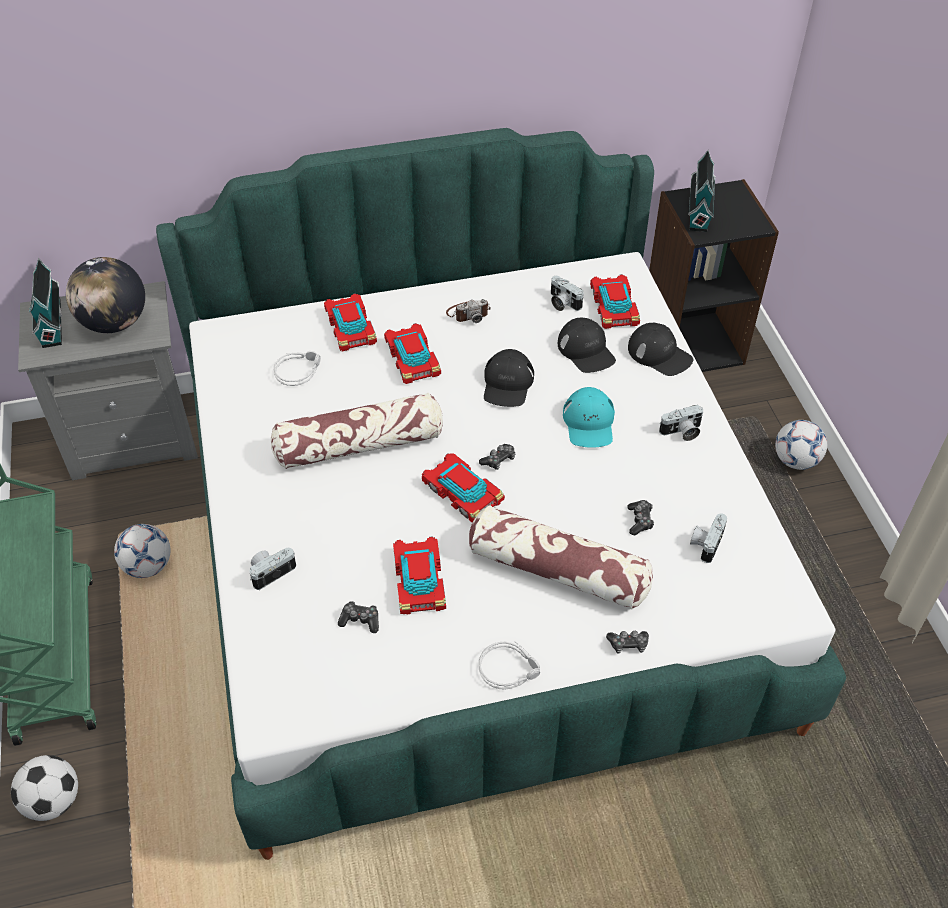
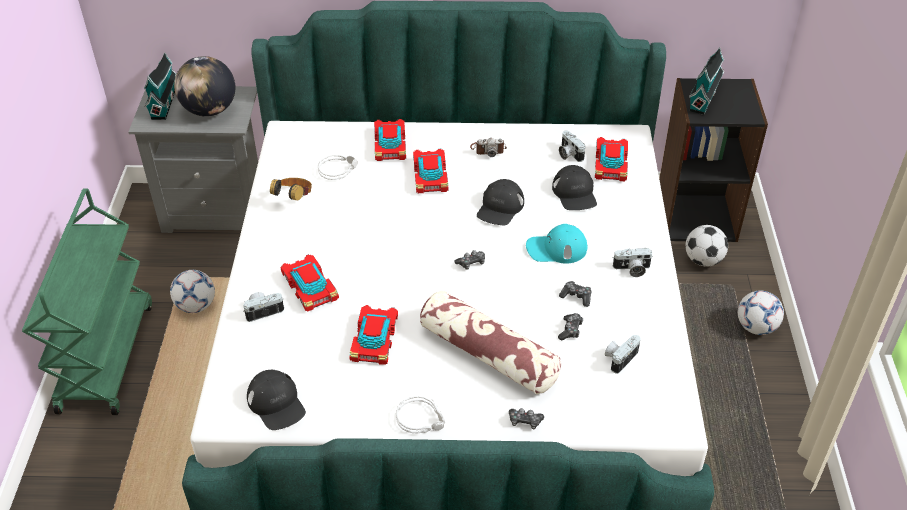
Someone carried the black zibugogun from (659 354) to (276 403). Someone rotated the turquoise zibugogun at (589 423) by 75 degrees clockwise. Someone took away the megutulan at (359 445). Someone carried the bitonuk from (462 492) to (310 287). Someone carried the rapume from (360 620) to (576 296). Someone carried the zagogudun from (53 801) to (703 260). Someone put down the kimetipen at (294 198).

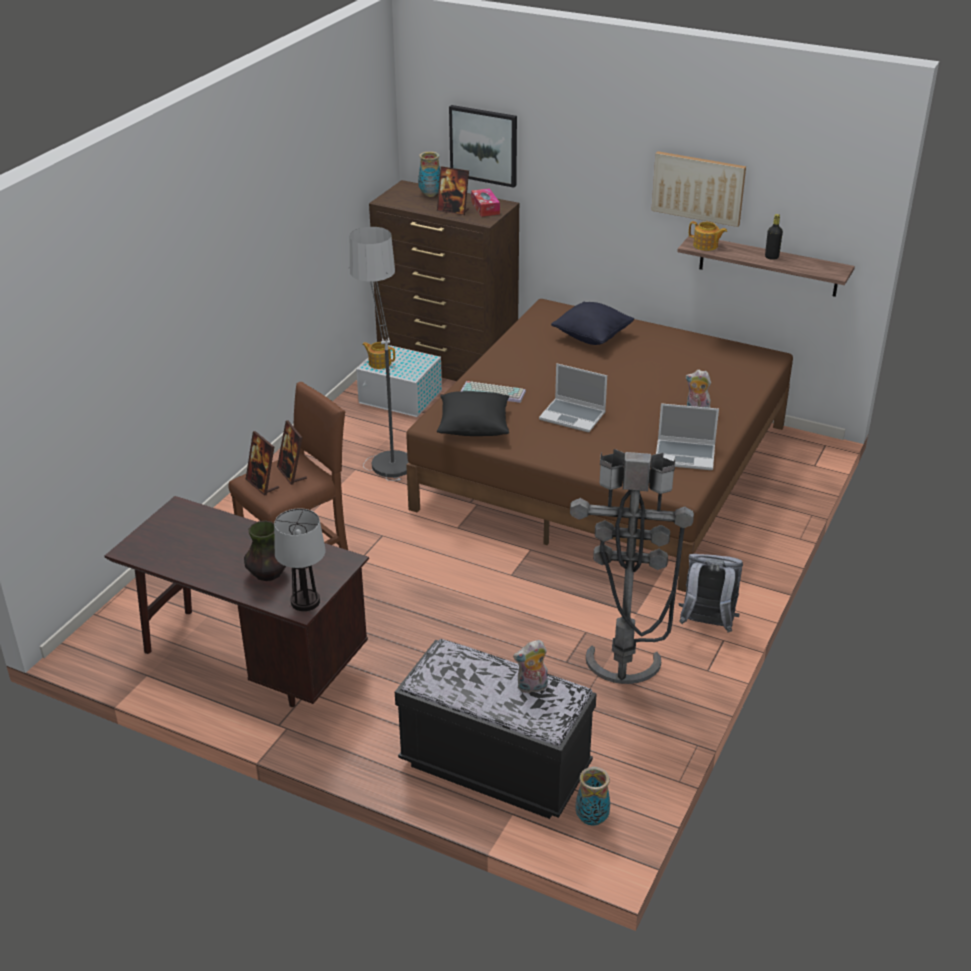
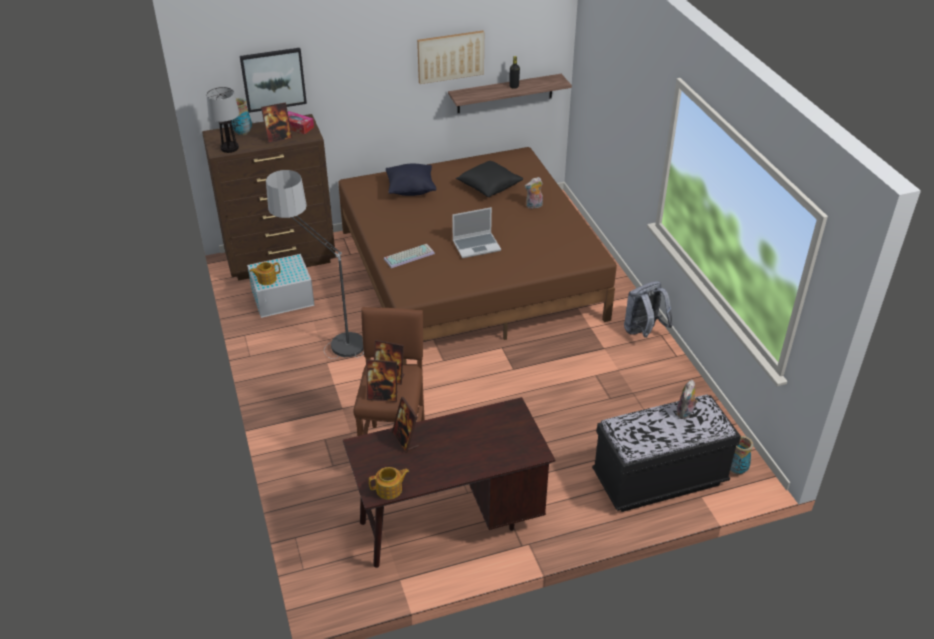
Someone carried the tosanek from (706 245) to (389 489). Someone carried the black megutulan from (474 426) to (489 187). Someone took away the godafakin at (685 455). Someone took away the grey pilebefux at (622 676). Someone carried the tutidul from (305 601) to (229 148). Someone took away the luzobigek at (268 574). Someone put down the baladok at (405 440).

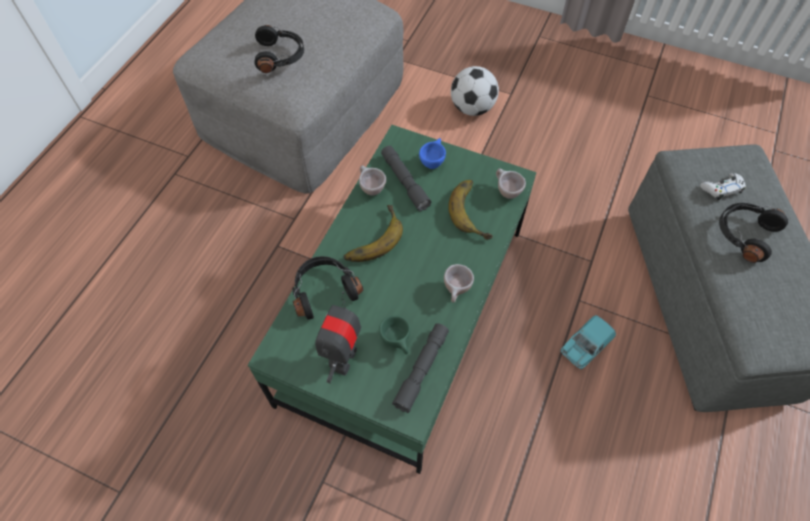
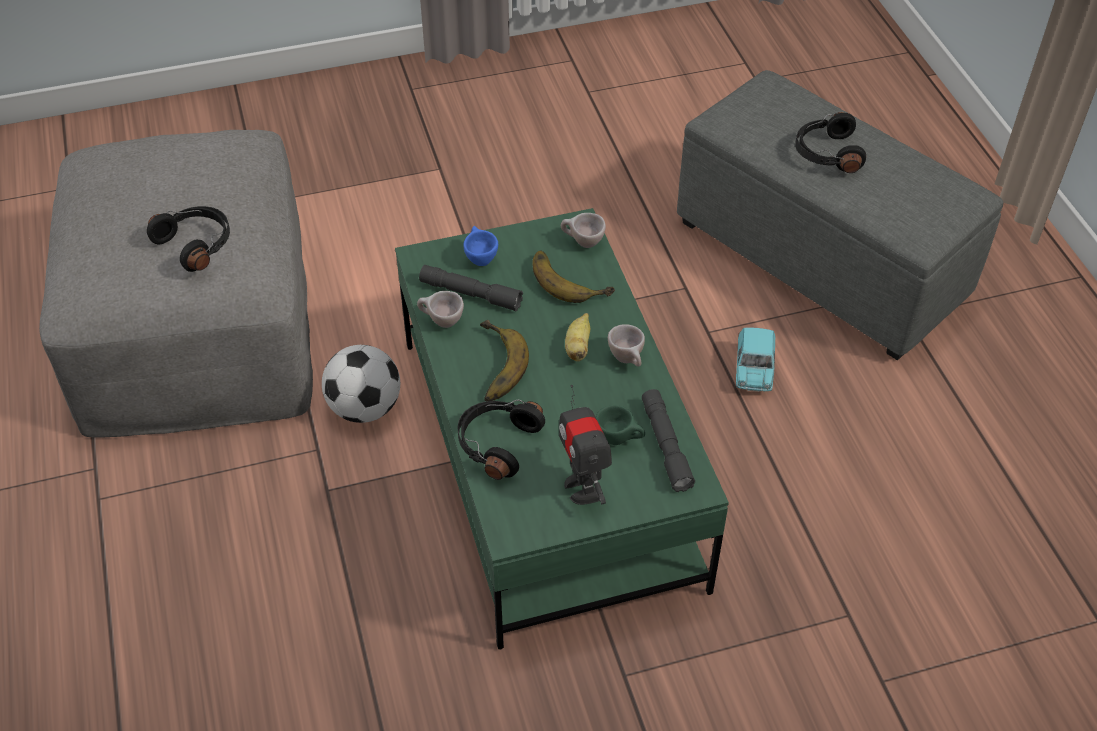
Someone carried the zagogudun from (472 108) to (365 408). Someone took away the white rapume at (721 189). Someone put down the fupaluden at (578 347).

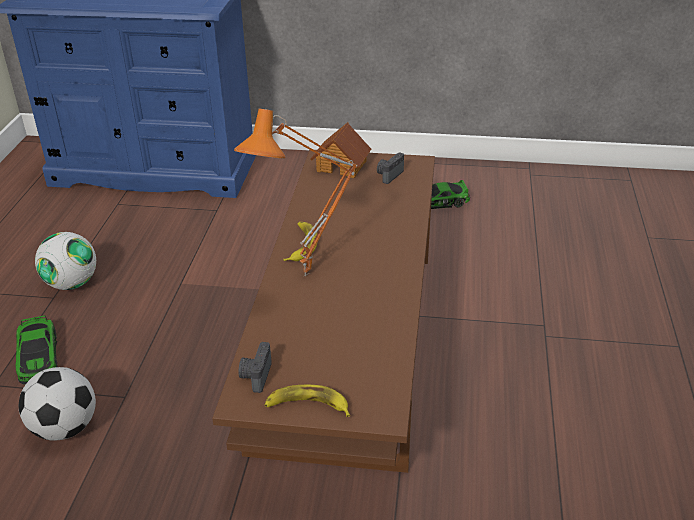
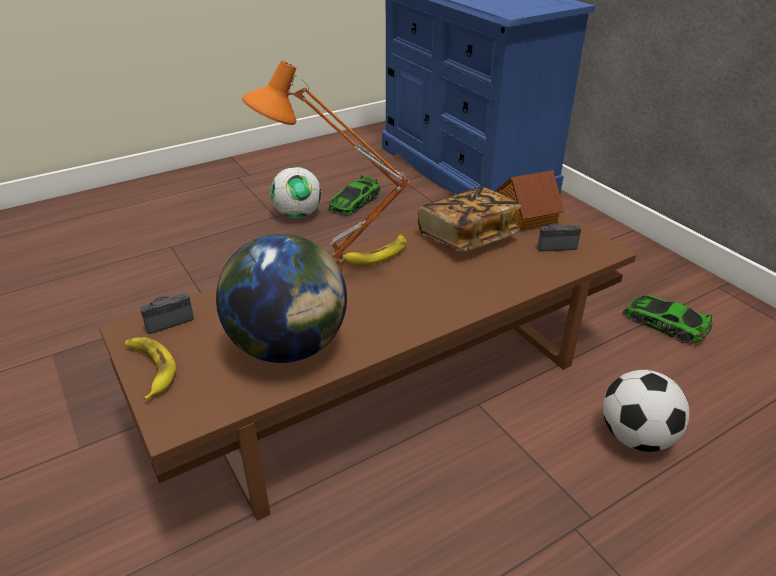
Someone carried the bitonuk from (38 356) to (354 202). Someone carried the zagogudun from (65 428) to (636 437). Someone put down the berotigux at (467 237). Someone put down the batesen at (289 346).

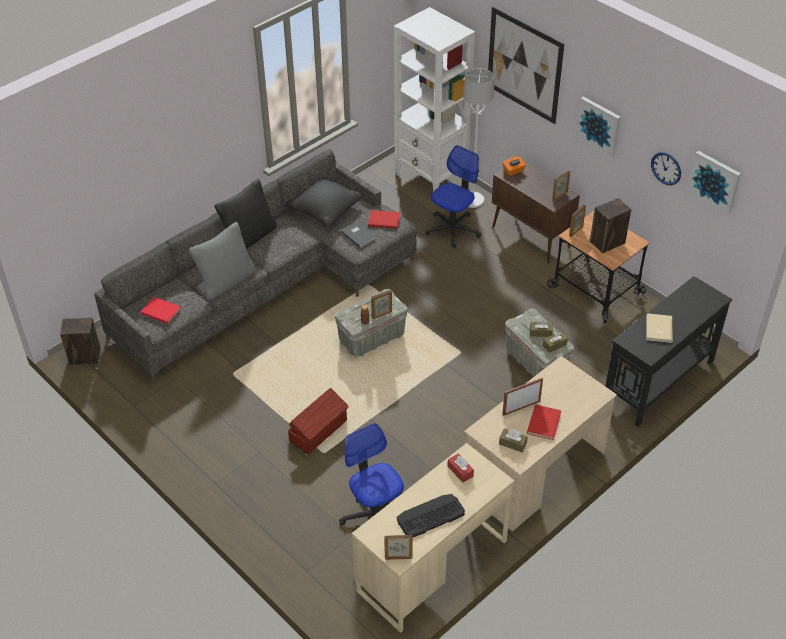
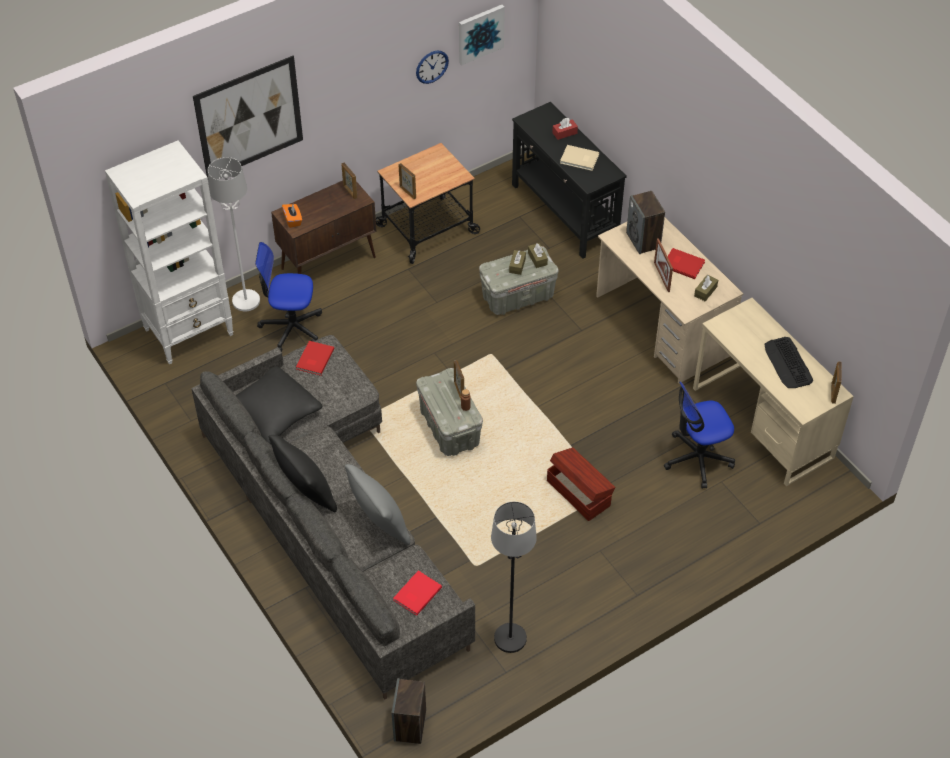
Someone took away the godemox at (599 125). Someone rotated the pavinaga at (453 229) by 45 degrees counterclockwise. Someone carried the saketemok from (607 243) to (643 240). Someone took away the grey berotigux at (359 235). Someone carried the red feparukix from (460 471) to (564 133). Someone put down the black pilebefux at (510 639).

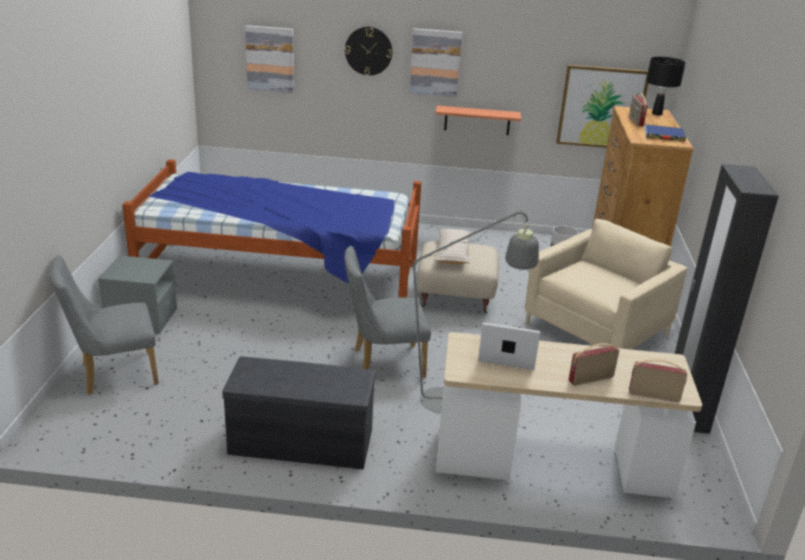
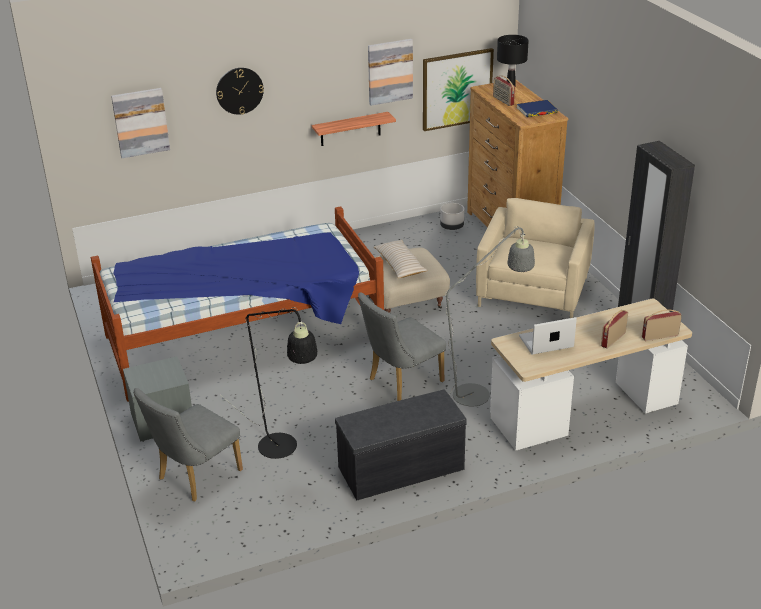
Someone carried the godemox from (435 62) to (390 71). Someone put down the black pilebefux at (283 450).

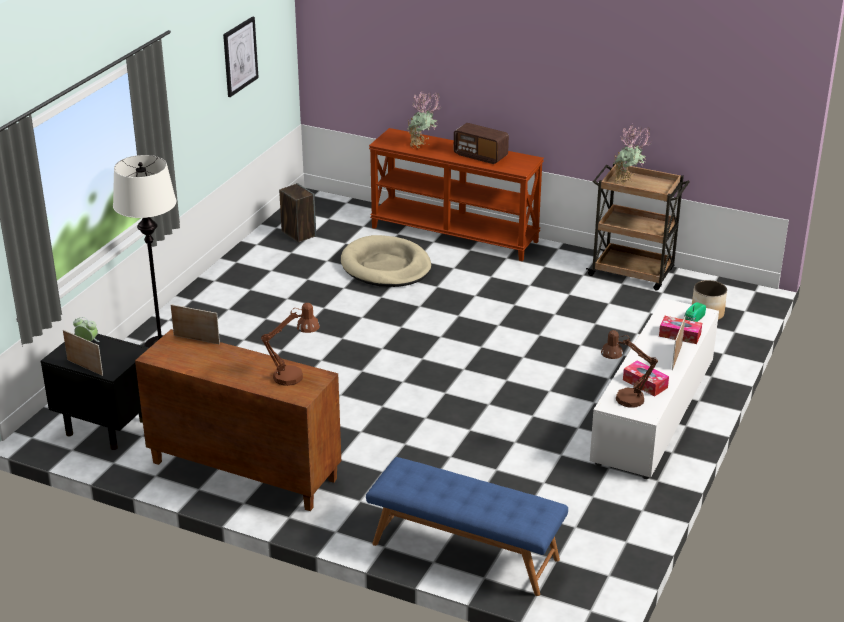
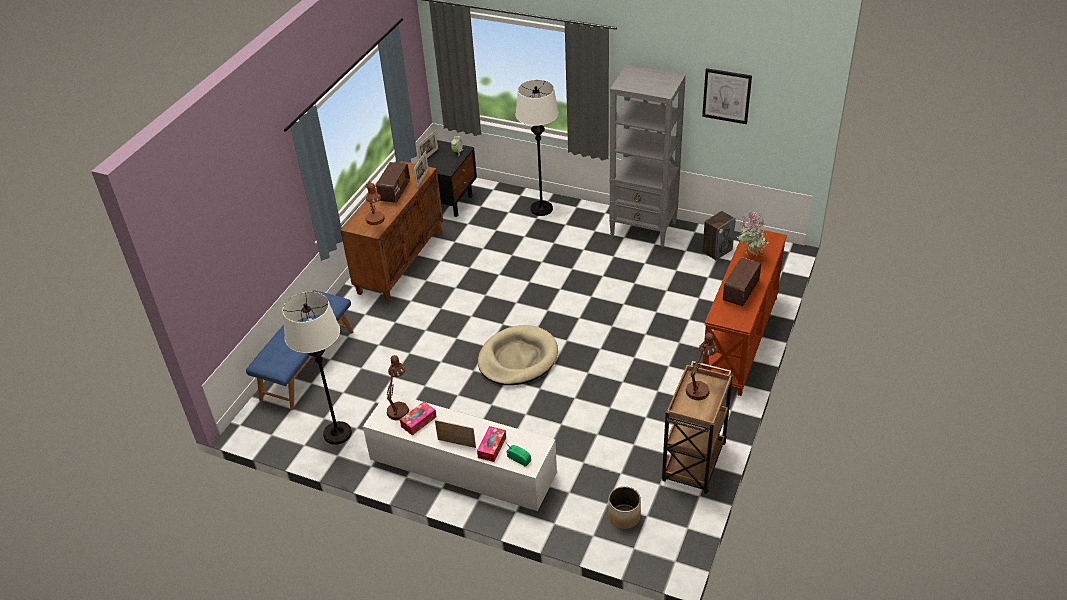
Someone swapped the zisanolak at (628 183) for the brown tutidul at (699 388). Someone carried the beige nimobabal from (386 266) to (517 358). Someone put down the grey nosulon at (644 229). Someone put down the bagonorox at (394 192). Someone put down the white pilebefux at (337 433).

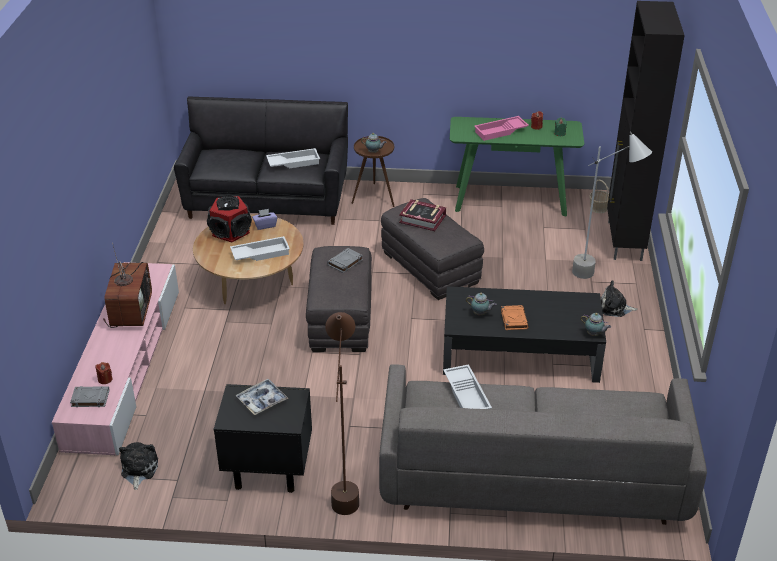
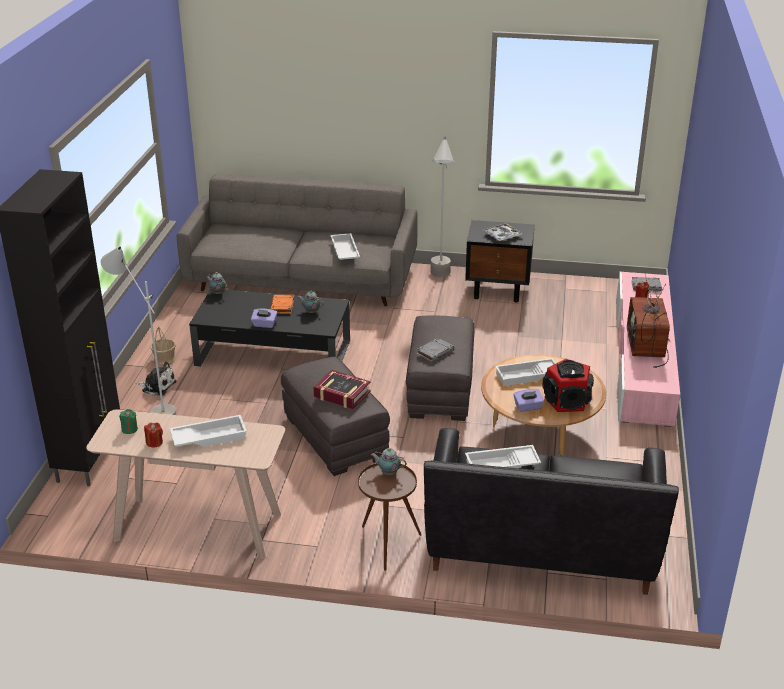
Someone repainted the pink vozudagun at (500 132), which became the white vozudagun at (209 436). Someone repainted the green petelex at (510 200), which became the beige petelex at (197 527). Someone carried the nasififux from (598 208) to (164 358). Someone repainted the brown pilebefux at (345 486), which became the grey pilebefux at (440 280). Someone took away the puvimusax at (138 469). Someone put down the purple feparukix at (264 324).

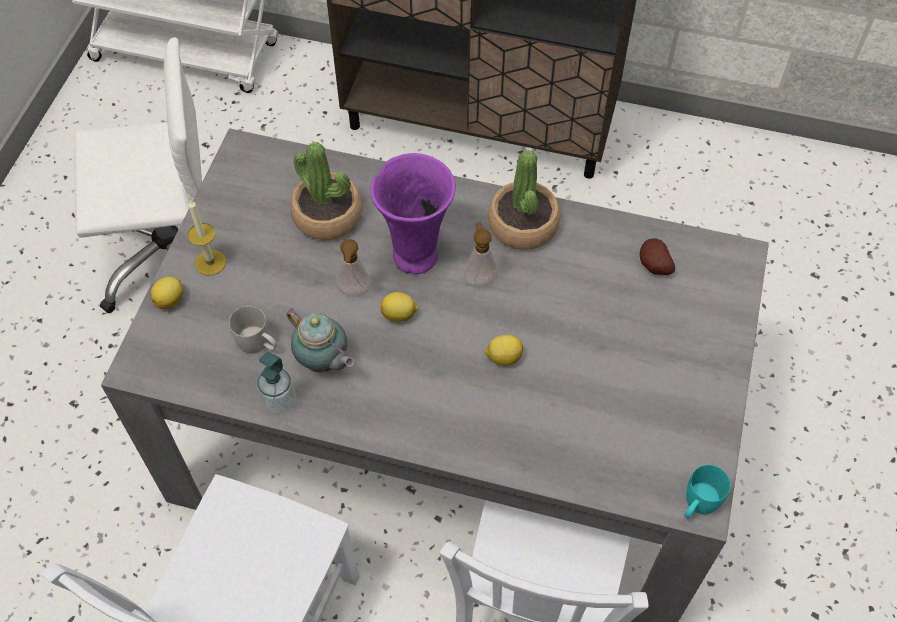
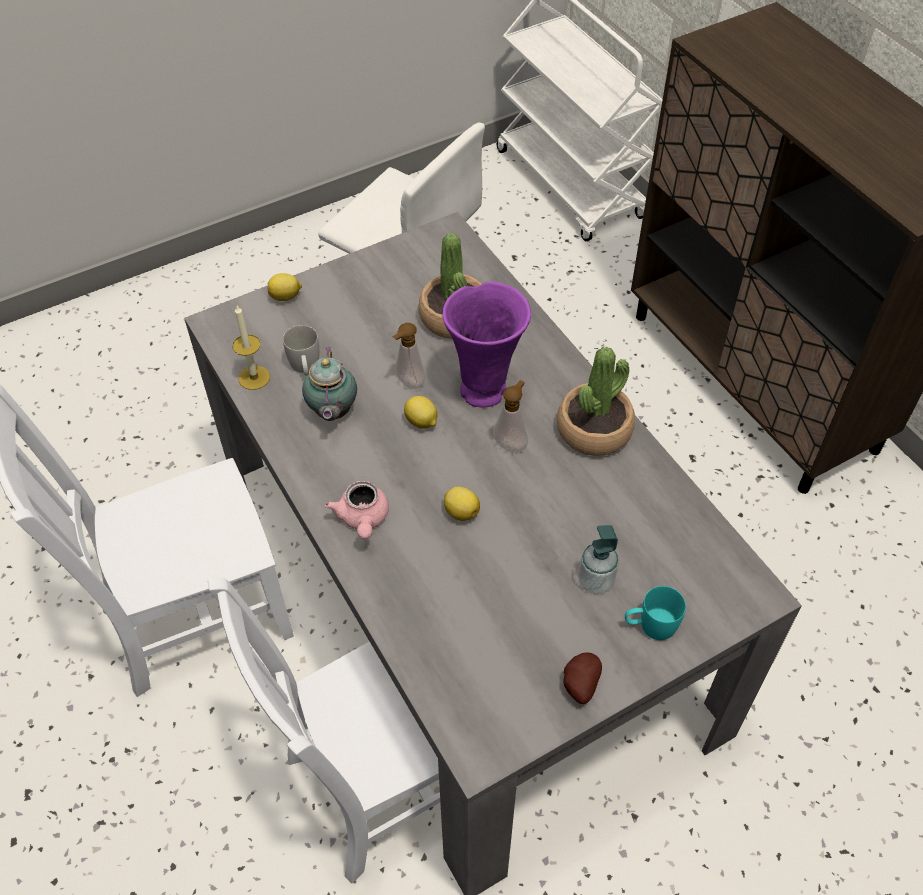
Someone carried the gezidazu from (210 262) to (254 377). Someone carried the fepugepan from (653 266) to (579 684). Someone carried the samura from (279 402) to (595 581). Someone carried the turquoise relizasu from (697 505) to (650 625). Someone put down the pink tosanek at (362 519).

